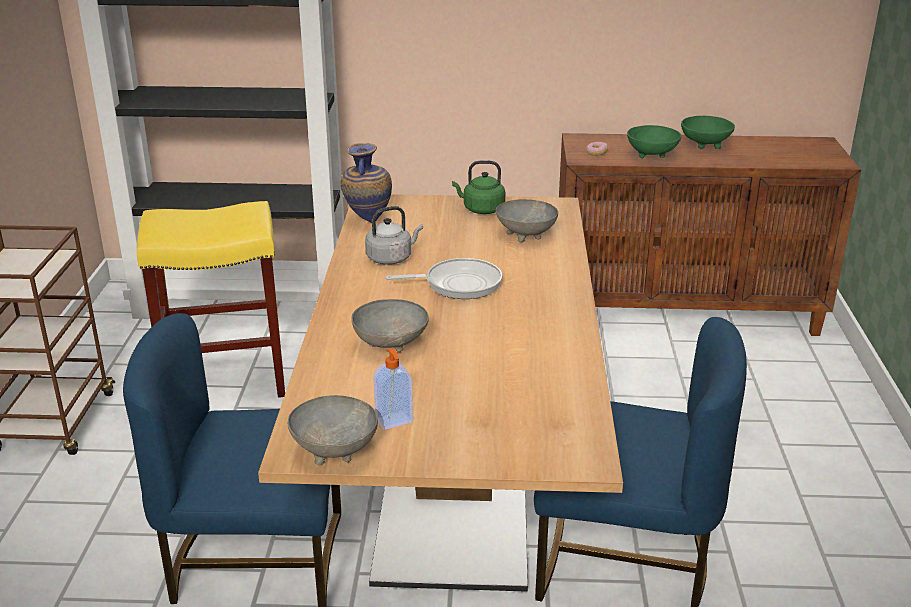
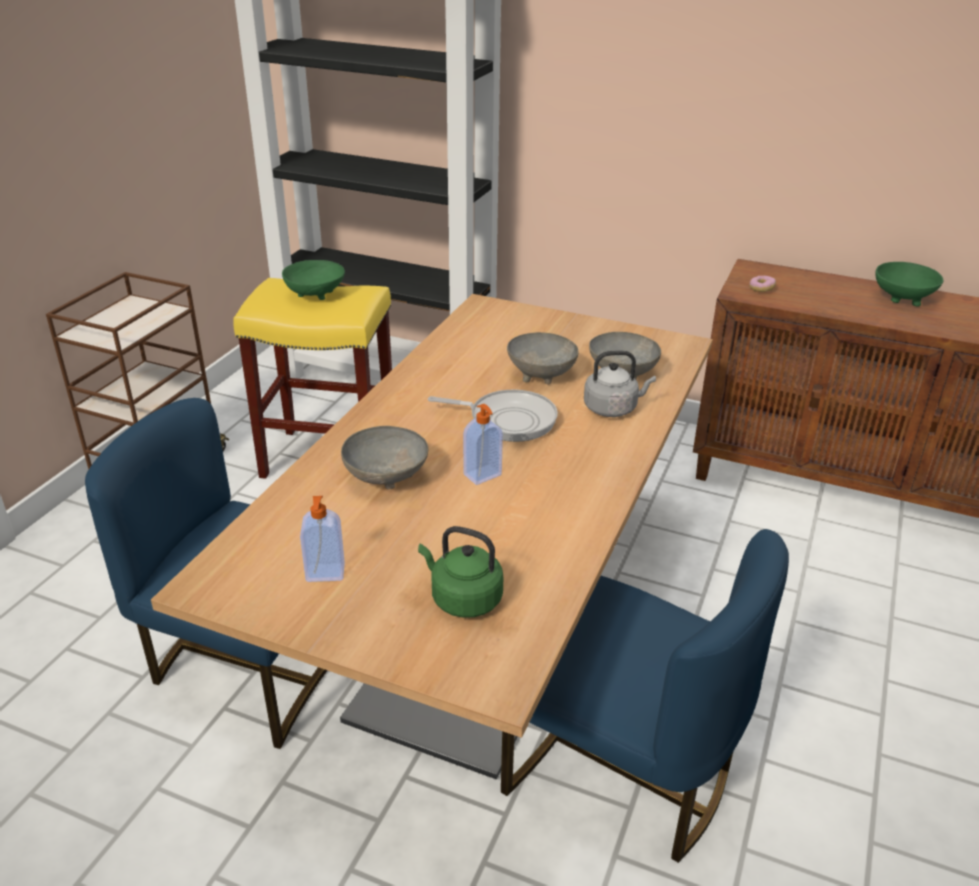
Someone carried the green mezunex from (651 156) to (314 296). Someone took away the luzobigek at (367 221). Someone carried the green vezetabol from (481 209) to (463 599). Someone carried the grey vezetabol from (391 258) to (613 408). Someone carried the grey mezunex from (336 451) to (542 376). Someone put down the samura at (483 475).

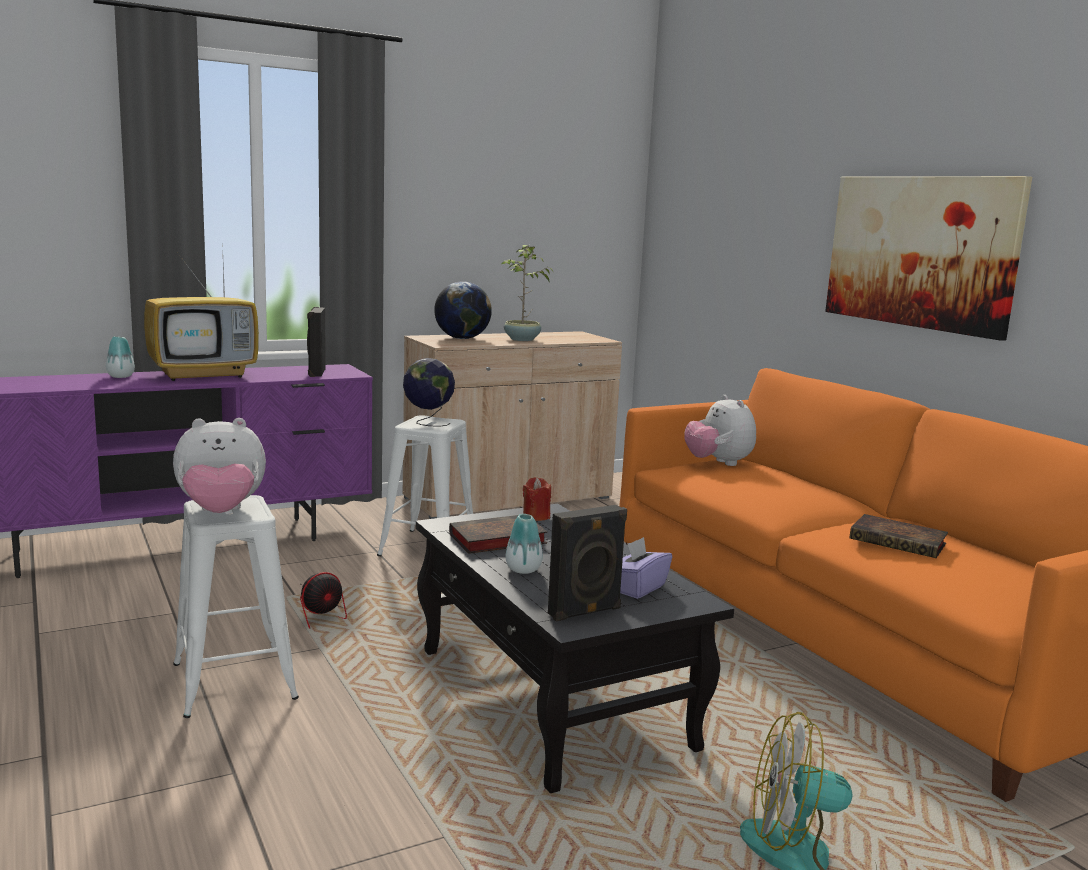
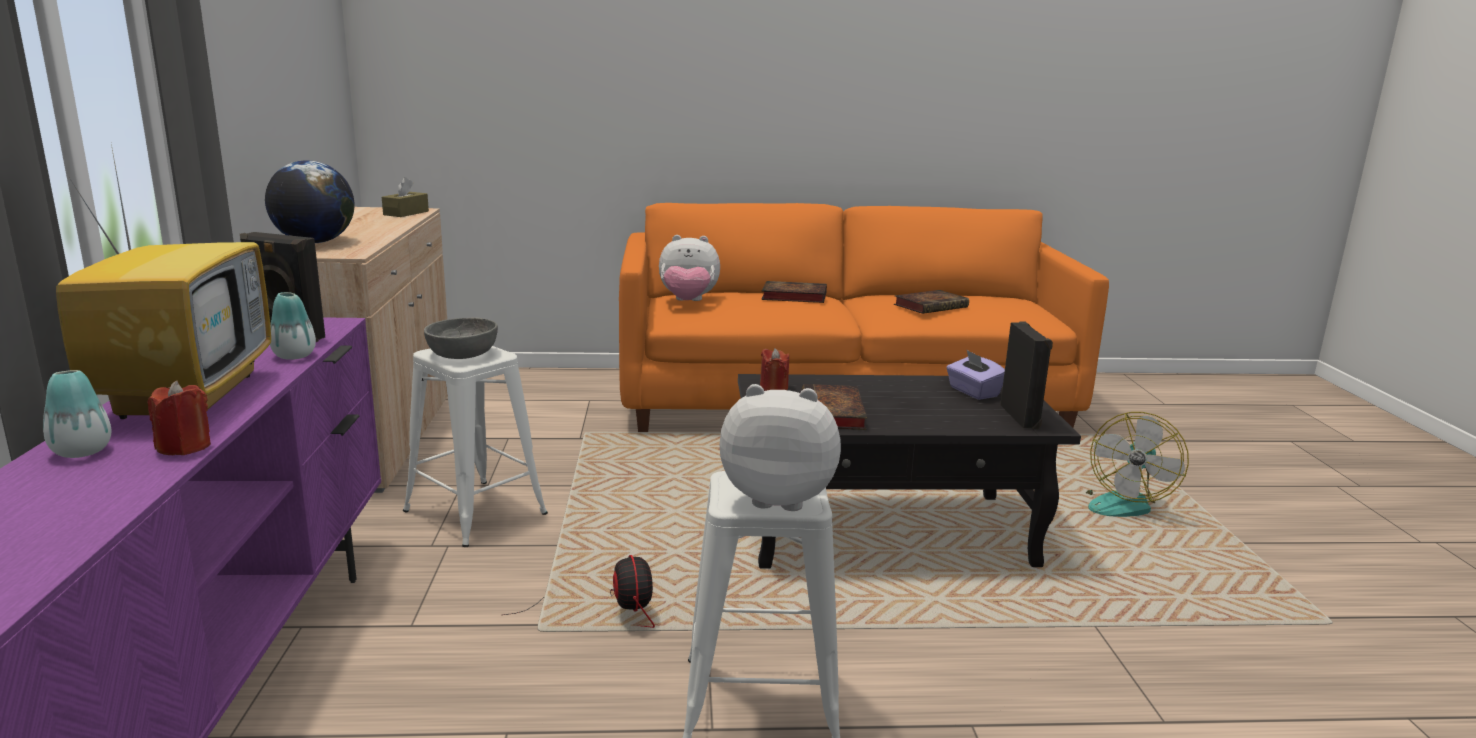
Someone took away the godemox at (920 252). Someone took away the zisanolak at (521 339). Someone swapped the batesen at (428 422) for the grey mezunex at (462 354). Someone rotated the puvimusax at (221 512) by 90 degrees counterclockwise. Someone carried the luzobigek from (523 570) to (294 356). Someone put down the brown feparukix at (406 213). Someone put down the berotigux at (792 296). Someone put down the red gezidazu at (184 447).

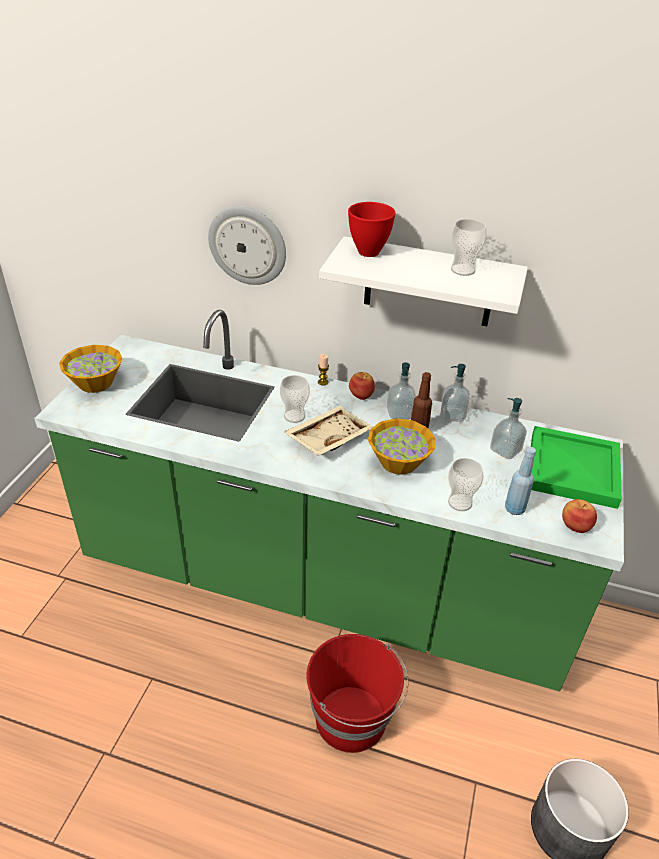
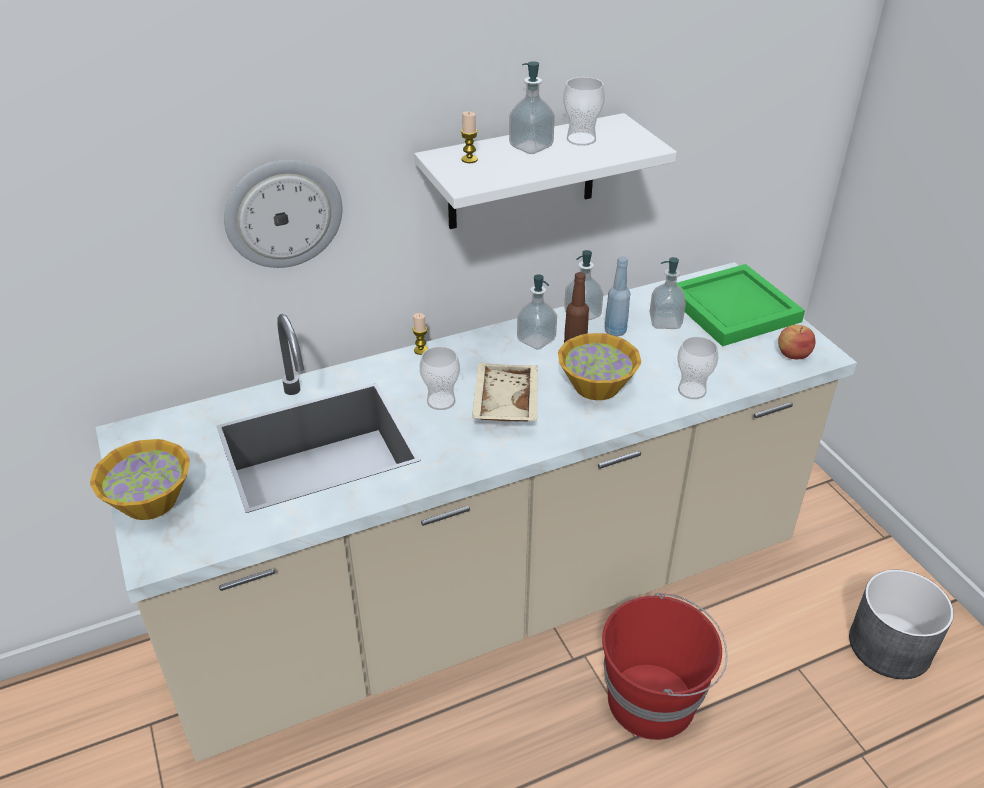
Someone swapped the red mezunex at (368 253) for the gezidazu at (469 159). Someone repainted the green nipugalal at (322 586), which became the beige nipugalal at (492 600). Someone took away the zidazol at (361 394). Someone carried the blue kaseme from (514 508) to (615 331). Someone put down the samura at (531 146).

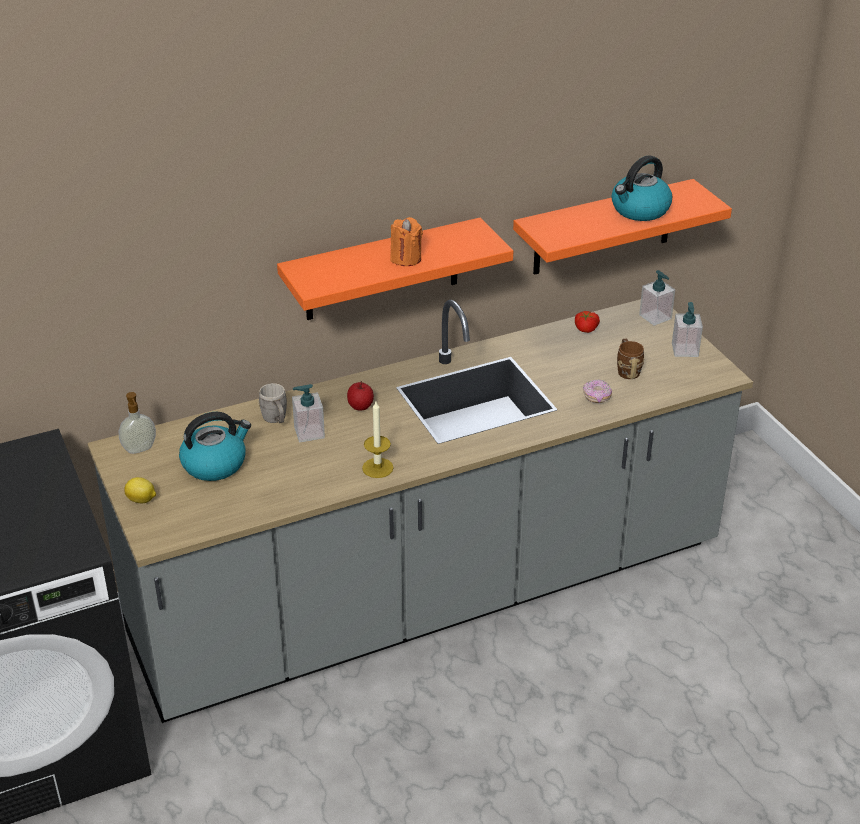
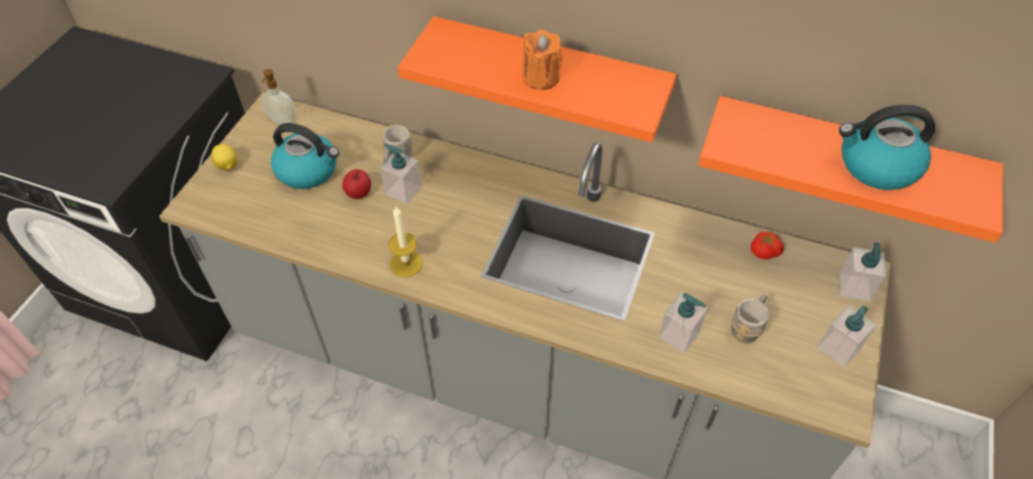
Someone repainted the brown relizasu at (627 370), which became the grey relizasu at (747 327). Someone swapped the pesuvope at (597 397) for the samura at (679 335). Someone carried the zidazol from (360 406) to (359 193).

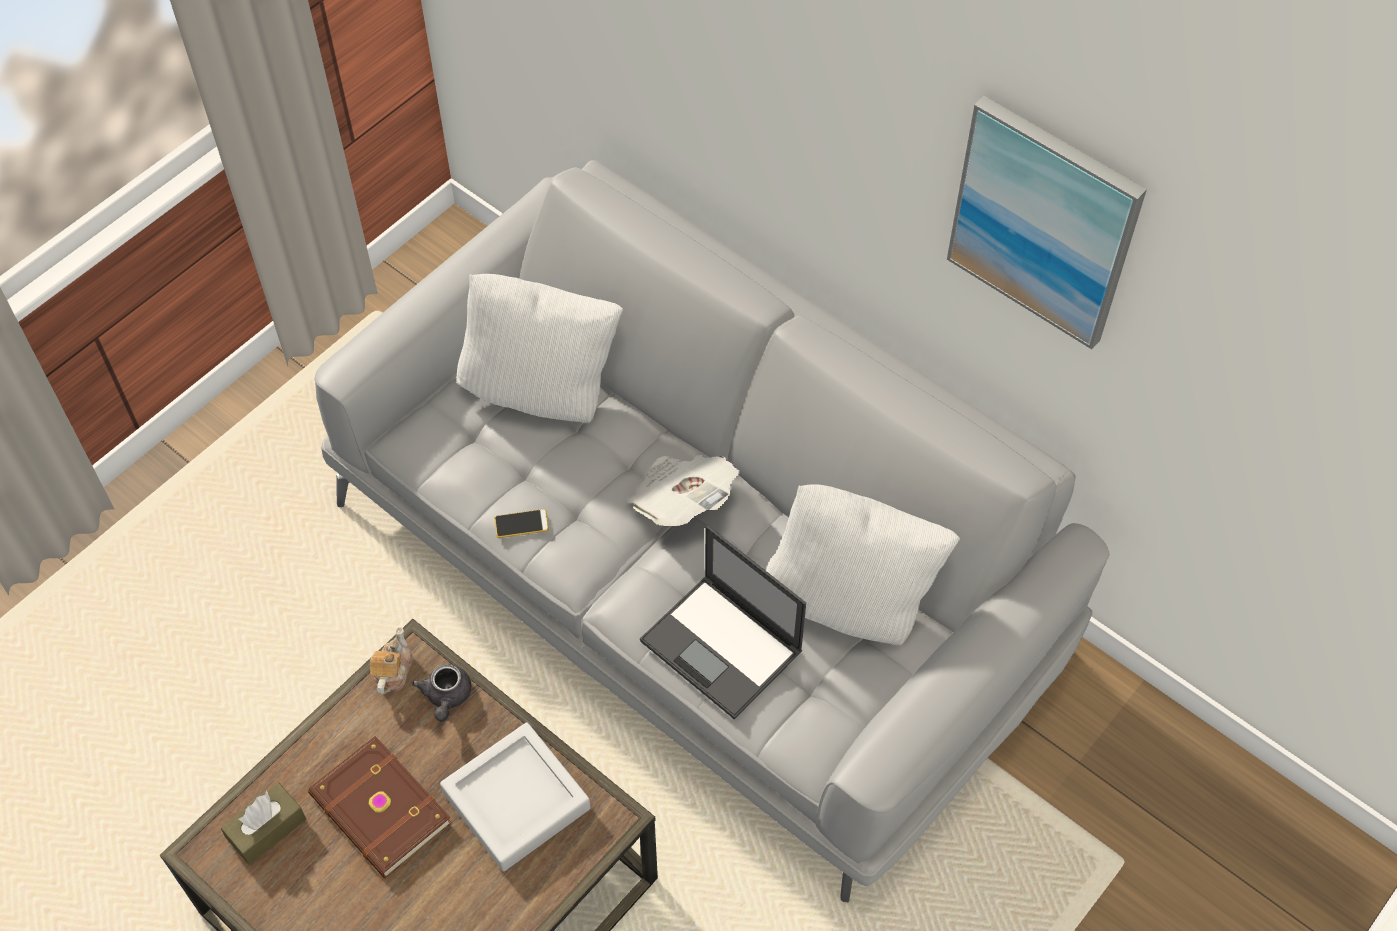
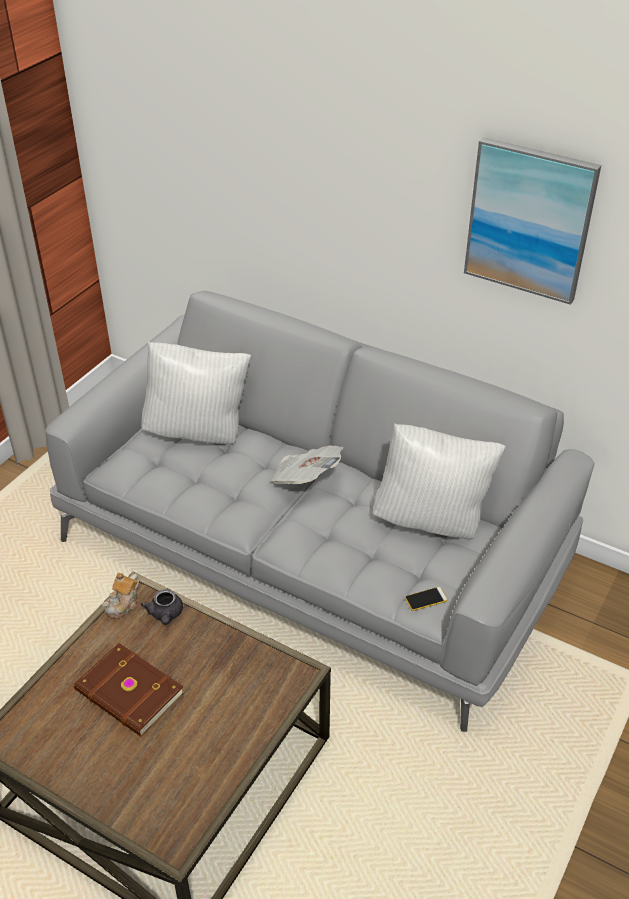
Someone carried the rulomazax from (521 524) to (426 599). Someone took away the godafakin at (723 647). Someone rotated the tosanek at (392 671) by 150 degrees counterclockwise. Someone took away the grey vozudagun at (516 801). Someone took away the brown feparukix at (267 829).

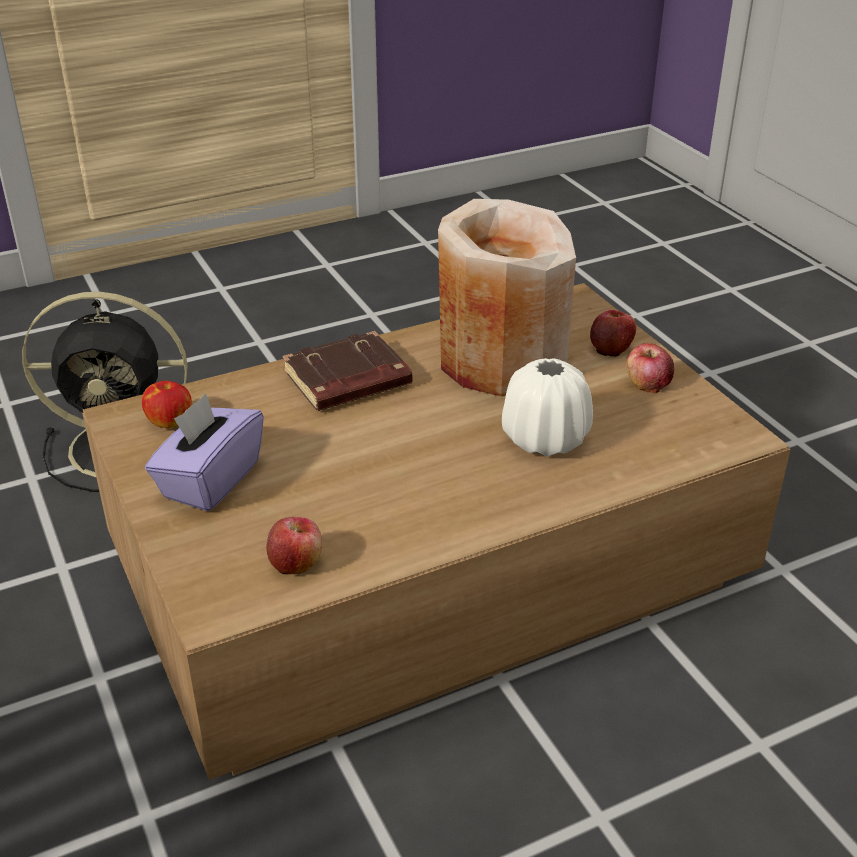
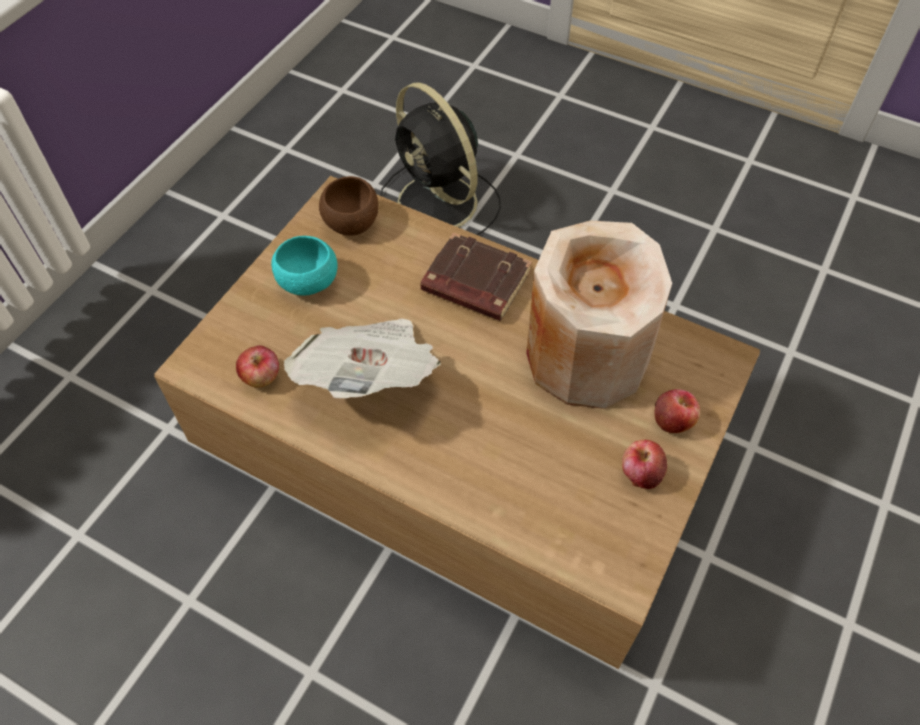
Someone took away the white luzobigek at (545 439). Someone swapped the zidazol at (170 421) for the brown mezunex at (351 223). Someone swapped the purple feparukix at (210 480) for the turquoise mezunex at (308 282). Someone put down the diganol at (370 377).

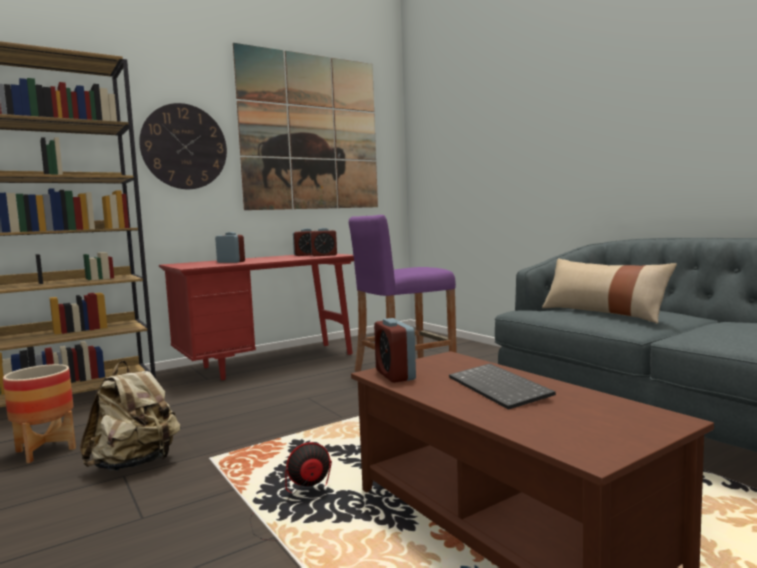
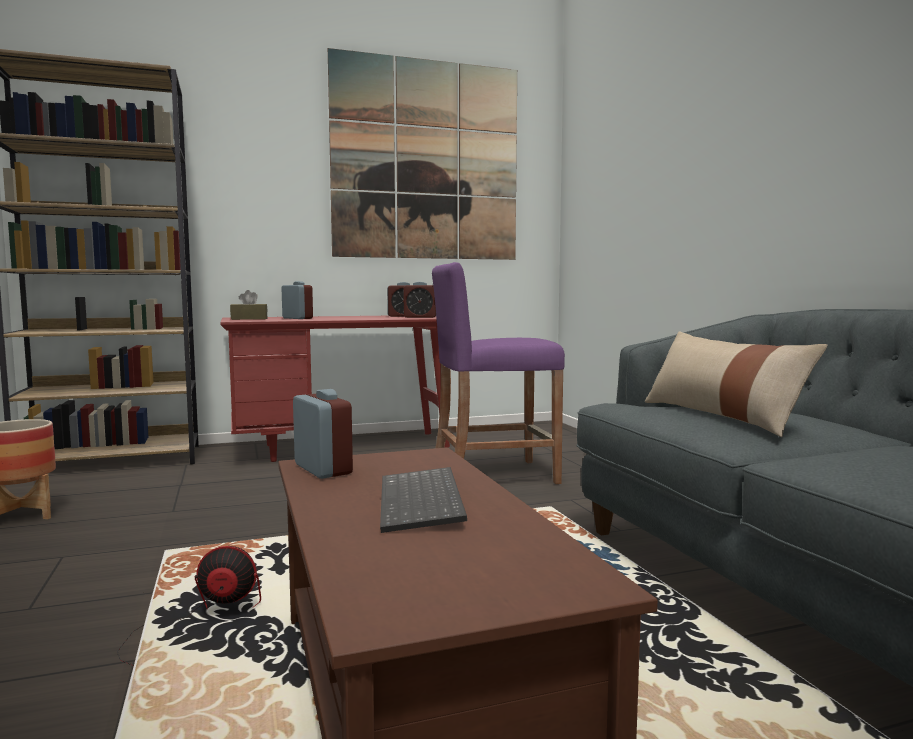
Someone took away the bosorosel at (184 147). Someone rotated the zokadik at (395 375) by 150 degrees clockwise. Someone took away the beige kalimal at (135 464). Someone put down the brown feparukix at (249 319).

